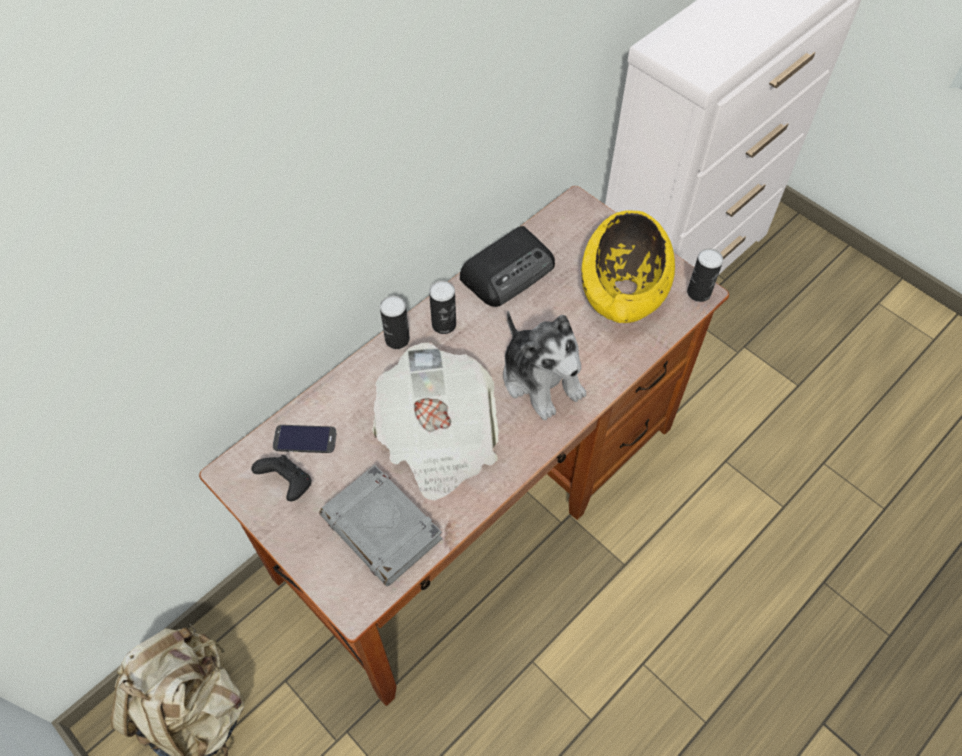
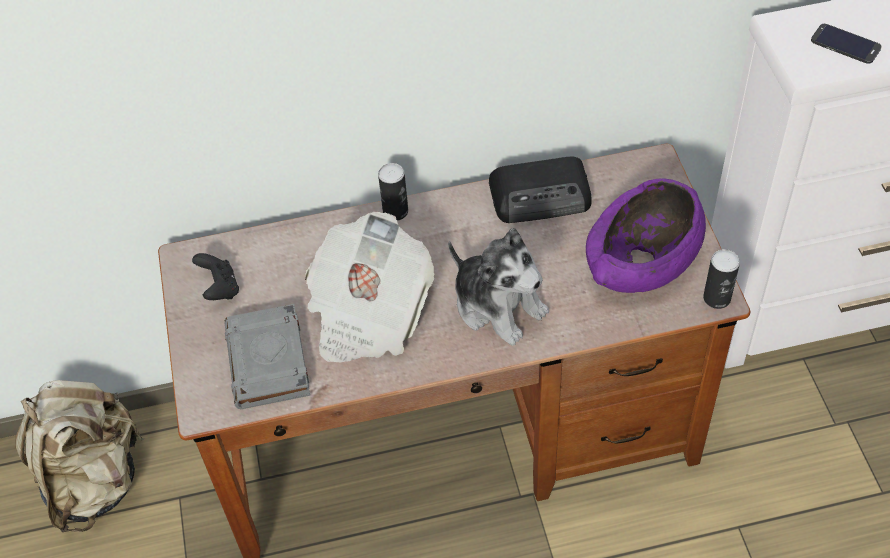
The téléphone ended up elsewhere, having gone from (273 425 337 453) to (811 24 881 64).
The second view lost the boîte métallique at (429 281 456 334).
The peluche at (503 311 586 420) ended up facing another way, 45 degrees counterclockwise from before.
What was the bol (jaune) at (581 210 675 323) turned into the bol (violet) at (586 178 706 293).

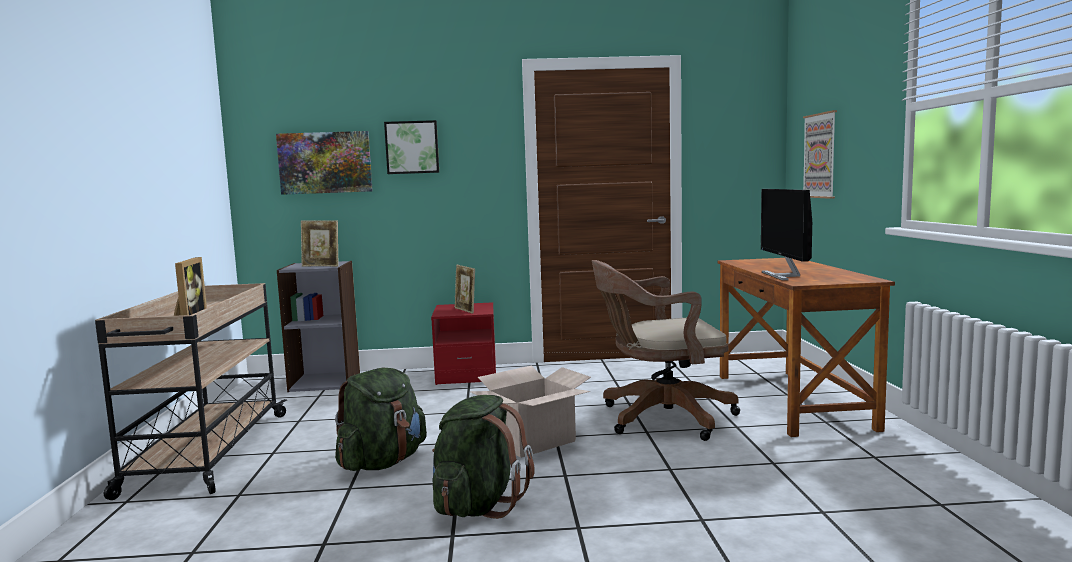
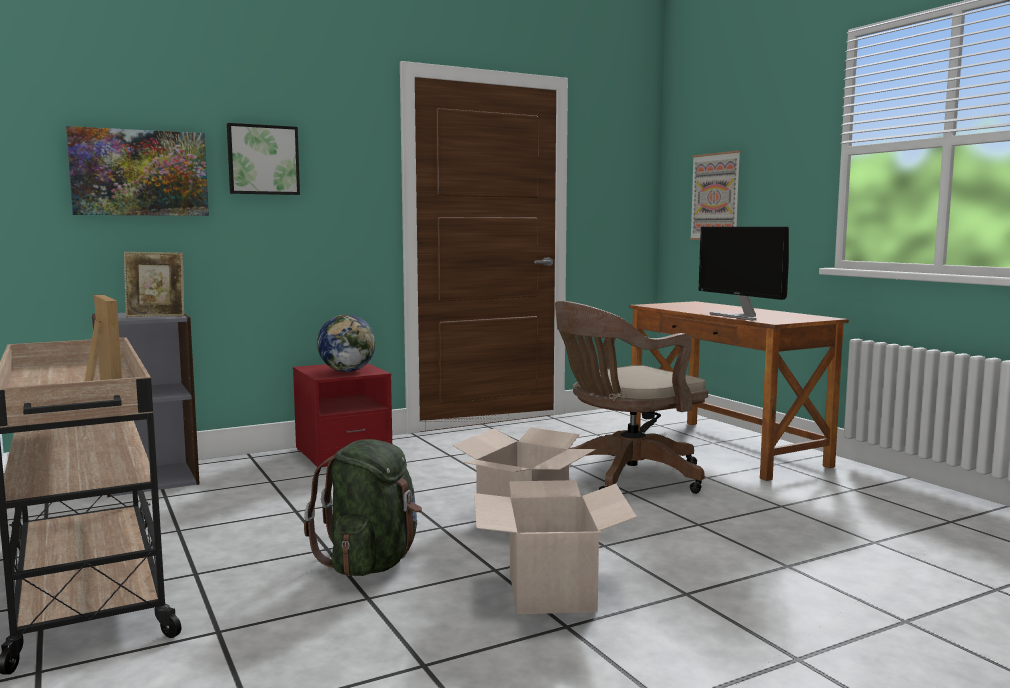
Where the sac à dos (vert) stood at (432 395 535 519), the carton came to stand at (474 480 637 614).
Where the cadre photo stood at (455 265 475 314), the globe came to stand at (317 314 376 372).

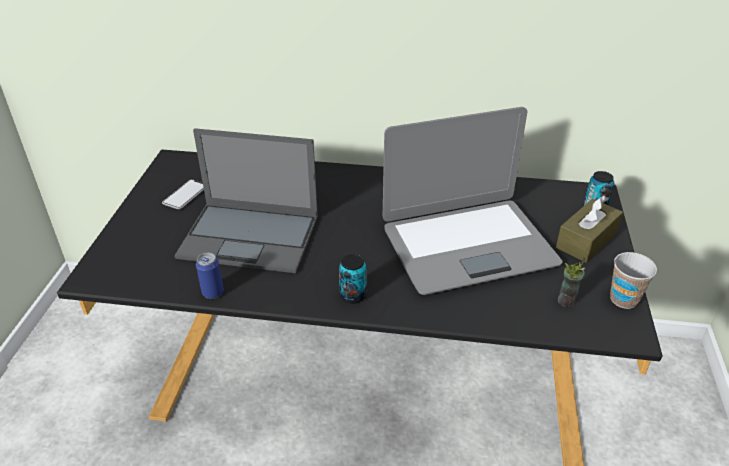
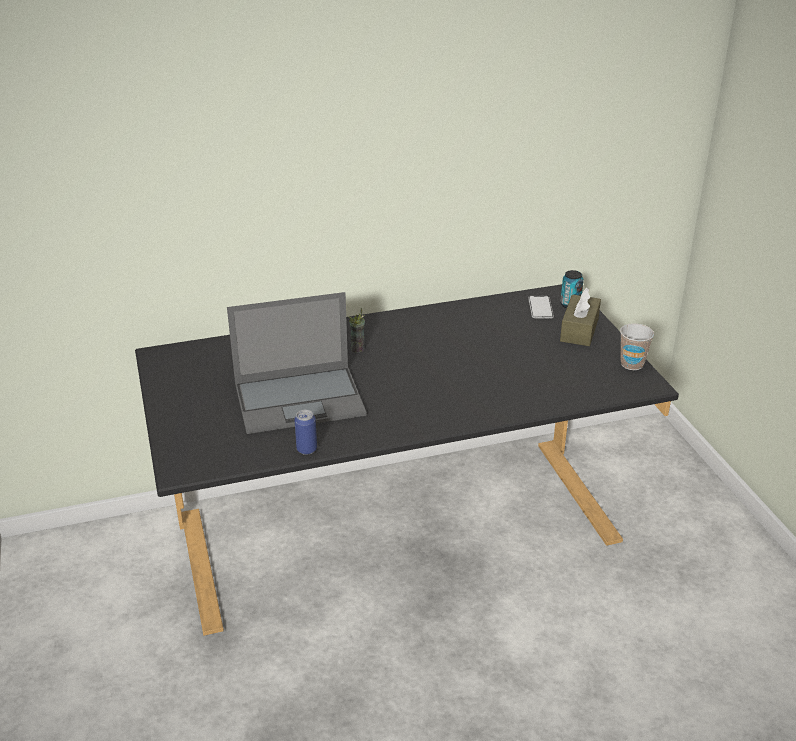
The téléphone ended up elsewhere, having gone from (162 179 204 209) to (528 296 554 319).
The second view lost the boîte métallique at (339 254 367 304).
The second view lost the ordinateur portable at (383 107 562 295).
The tasse ended up elsewhere, having gone from (558 257 586 307) to (349 308 365 353).

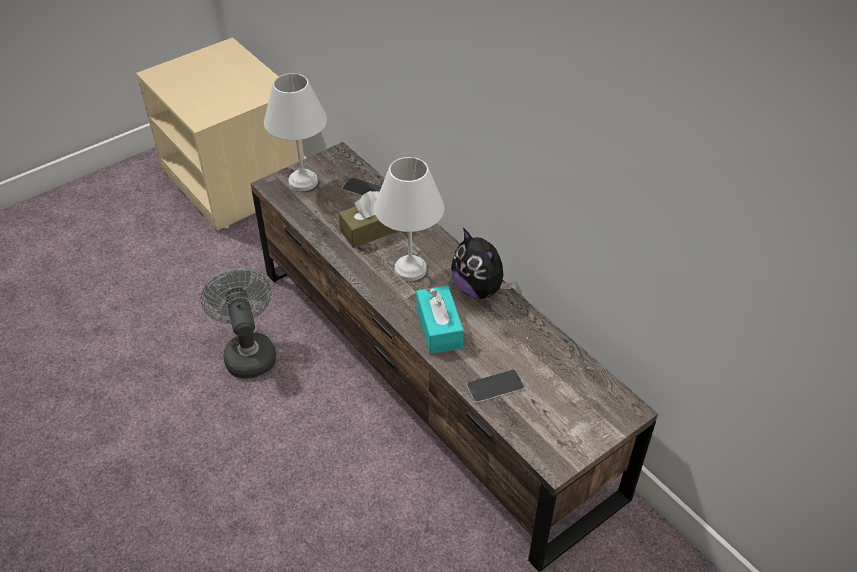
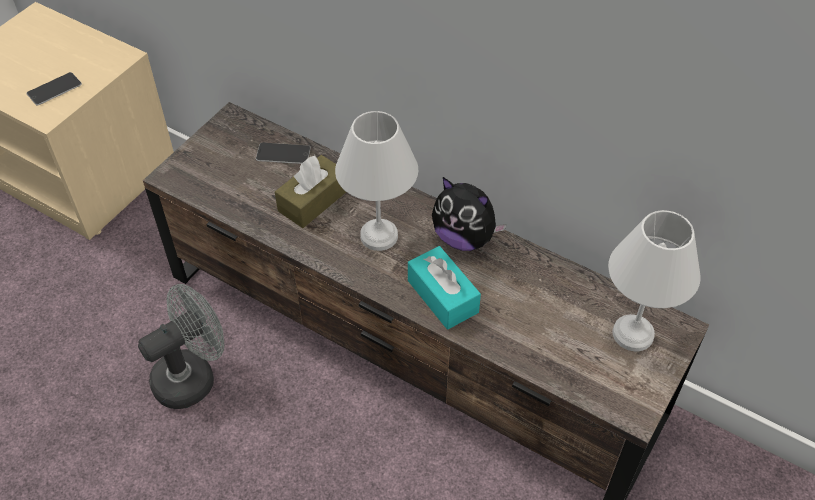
The ventilateur (gris) at (201 268 276 379) ended up facing another way, 90 degrees clockwise from before.
The lampe de table (blanc) ended up elsewhere, having gone from (264 73 327 191) to (608 210 701 351).
The téléphone ended up elsewhere, having gone from (466 369 525 403) to (27 72 82 105).

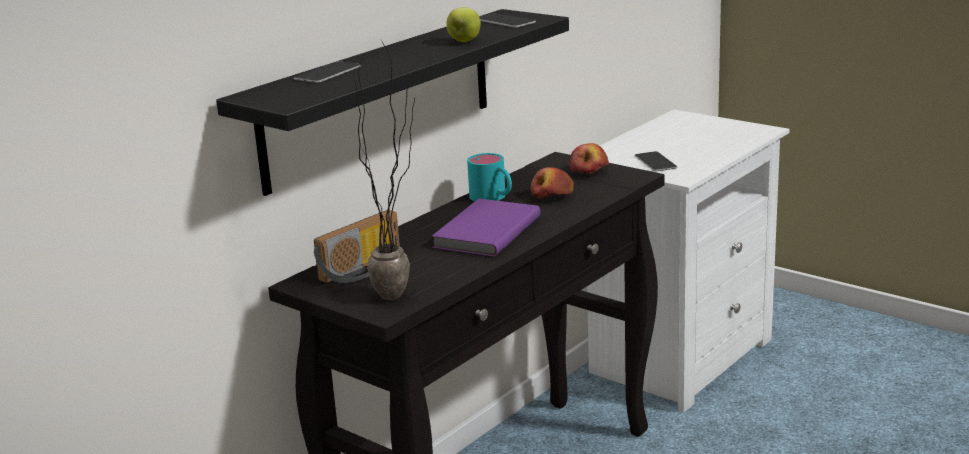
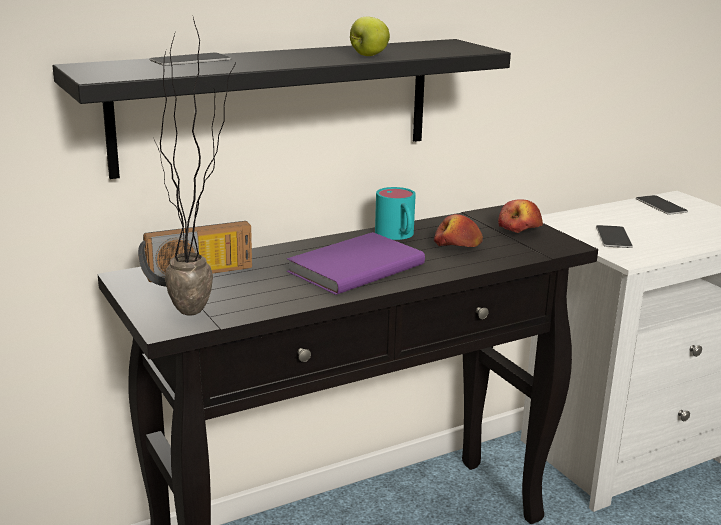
The téléphone ended up elsewhere, having gone from (479 13 536 28) to (636 195 688 215).

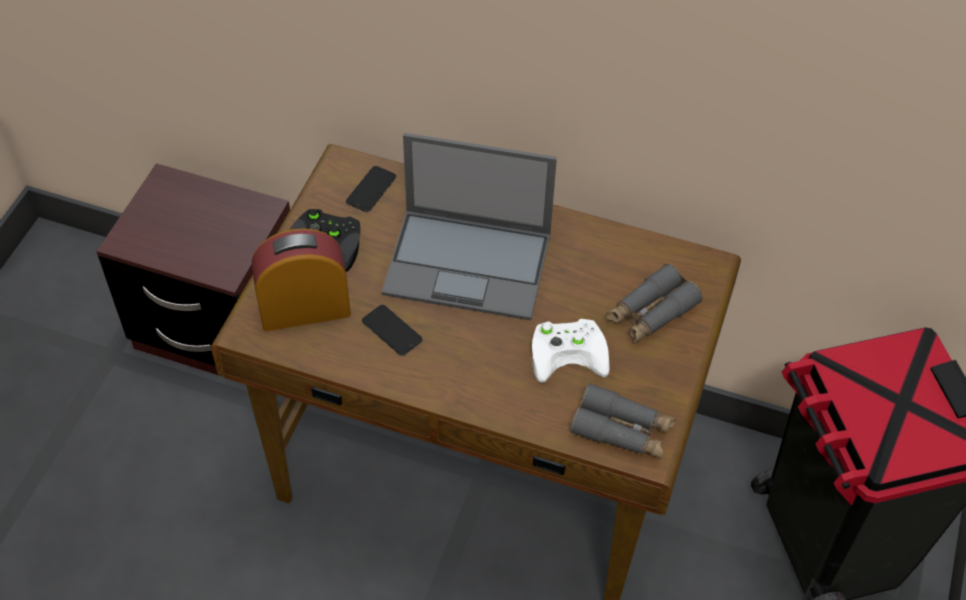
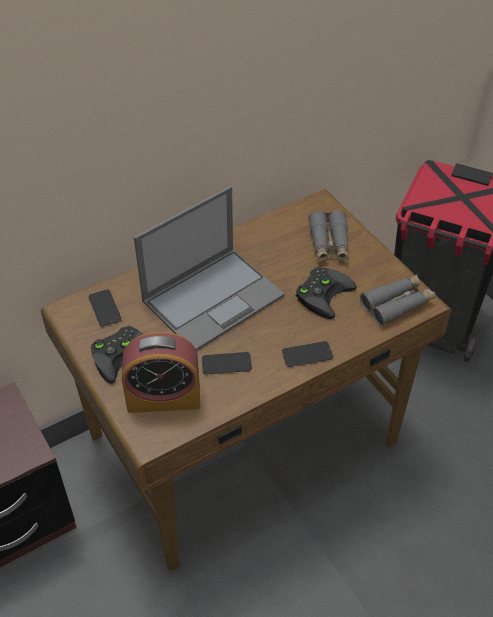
The réveil at (252 228 351 331) ended up facing another way, 120 degrees counterclockwise from before.
What was the manette (blanc) at (532 319 610 383) turned into the manette (noir) at (295 267 356 319).
The second view gained the téléphone at (282 341 333 367).

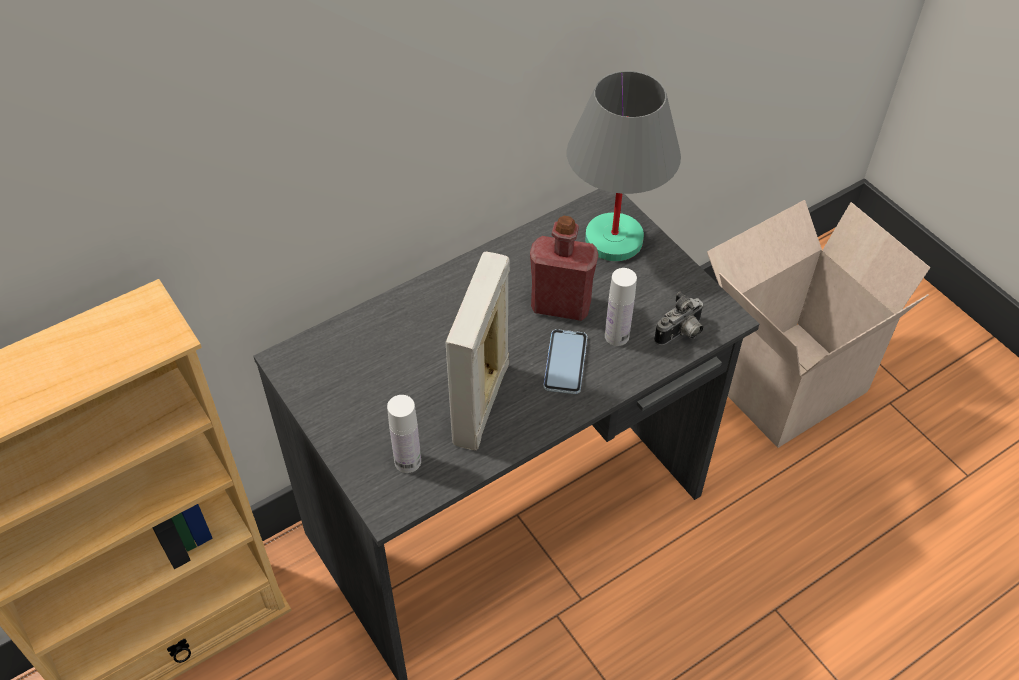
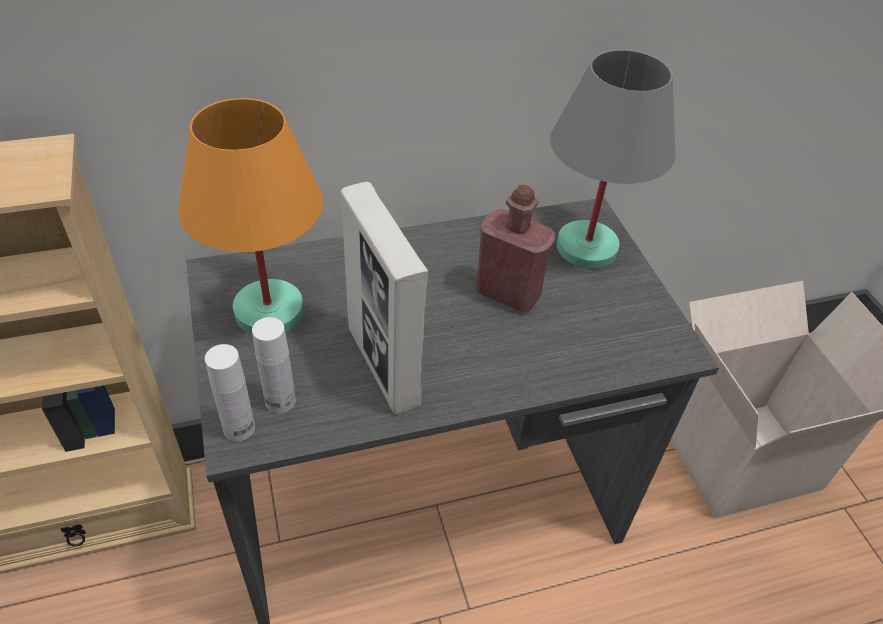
The cadre photo at (445 252 510 451) ended up facing another way, 60 degrees counterclockwise from before.
The second view lost the téléphone at (543 329 587 394).
The bouteille (blanc) ended up elsewhere, having gone from (605 268 637 346) to (205 344 255 441).
The second view lost the appareil photo at (654 291 704 345).
The second view gained the lampe de table (orange) at (178 98 323 334).

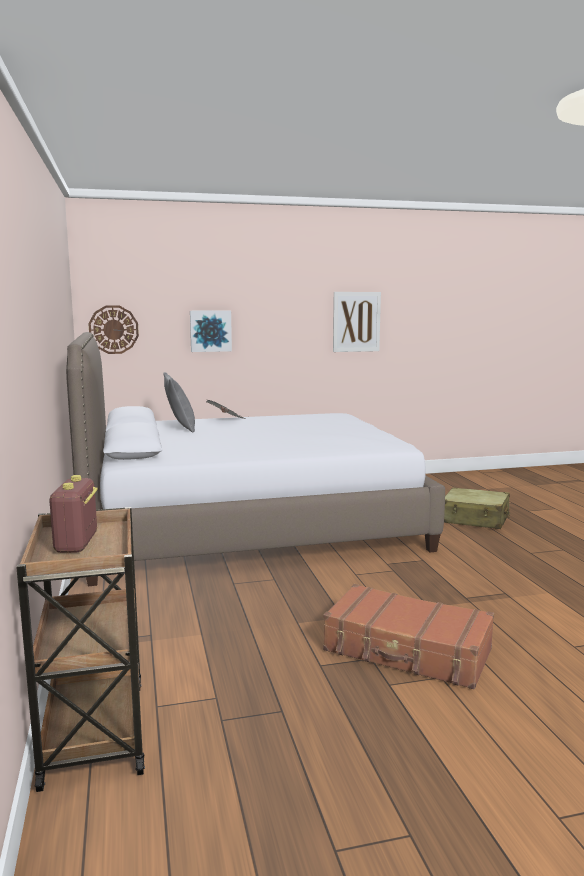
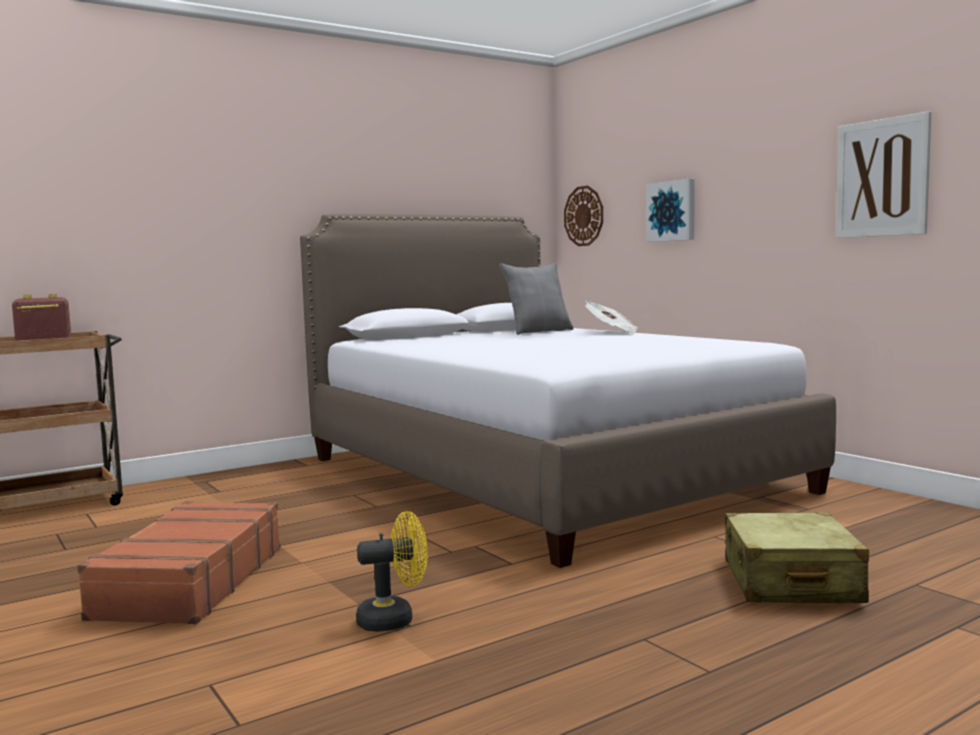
The second view gained the ventilateur (jaune) at (356 511 428 632).

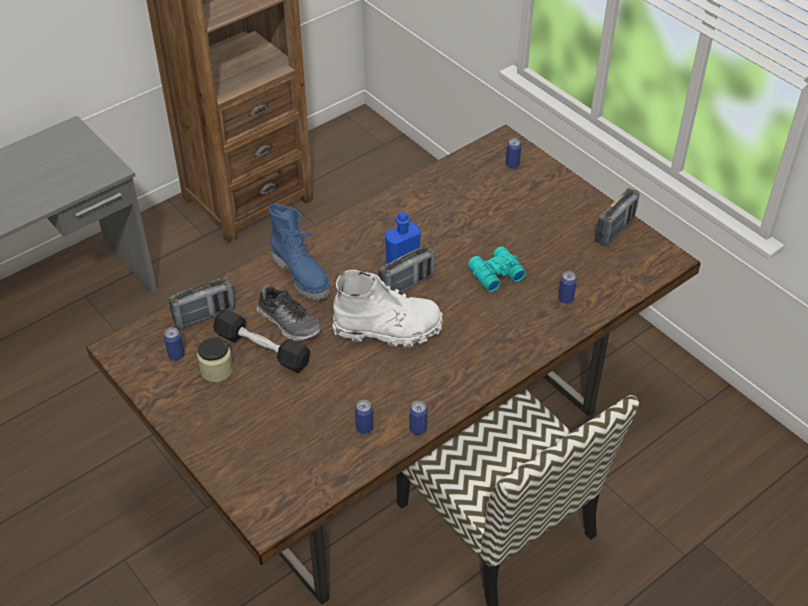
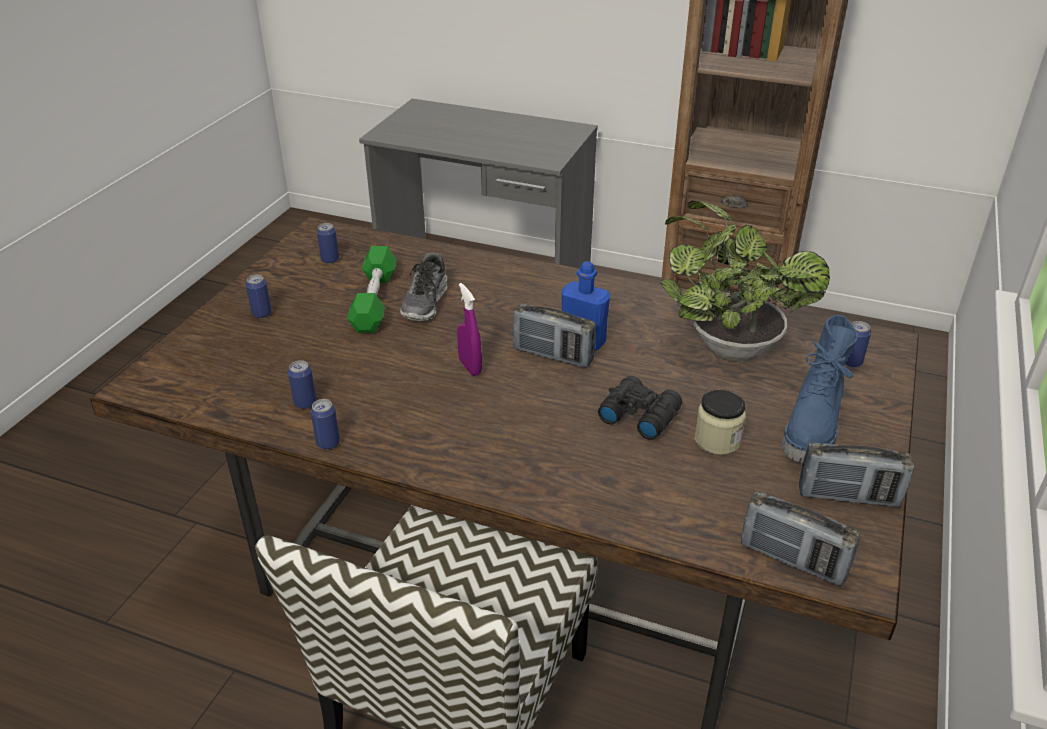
The radio ended up elsewhere, having gone from (169 277 235 329) to (741 491 861 586).
The bocal ended up elsewhere, having gone from (197 337 233 382) to (694 390 746 455).
What was the haltère (noir) at (213 309 310 373) turned into the haltère (vert) at (347 246 397 333).
The botte (bleu) ended up elsewhere, having gone from (268 203 330 300) to (782 315 858 463).
Where the botte (blanc) stood at (332 270 443 348), the vaporisateur (violet) came to stand at (457 283 482 376).
What was the jumelles (turquoise) at (468 246 526 292) turned into the jumelles (noir) at (598 376 682 440).
The boîte métallique ended up elsewhere, having gone from (558 271 577 304) to (246 275 272 318).
The second view gained the plante en pot at (660 200 830 362).

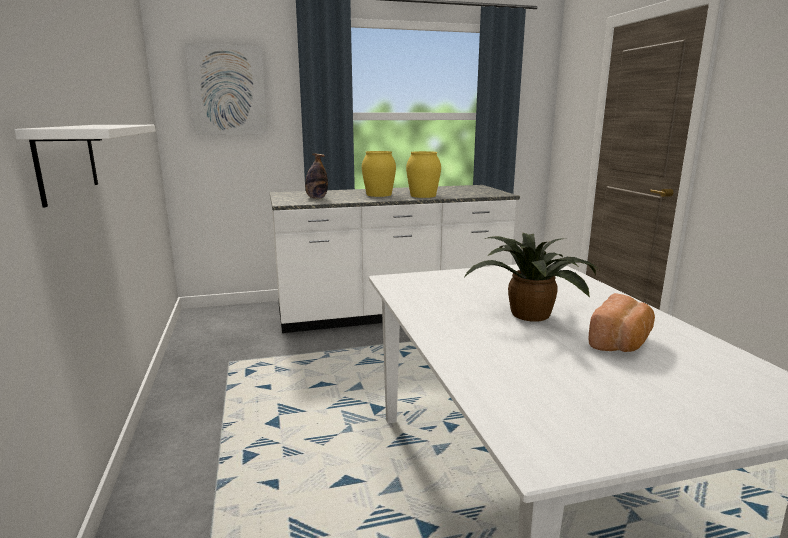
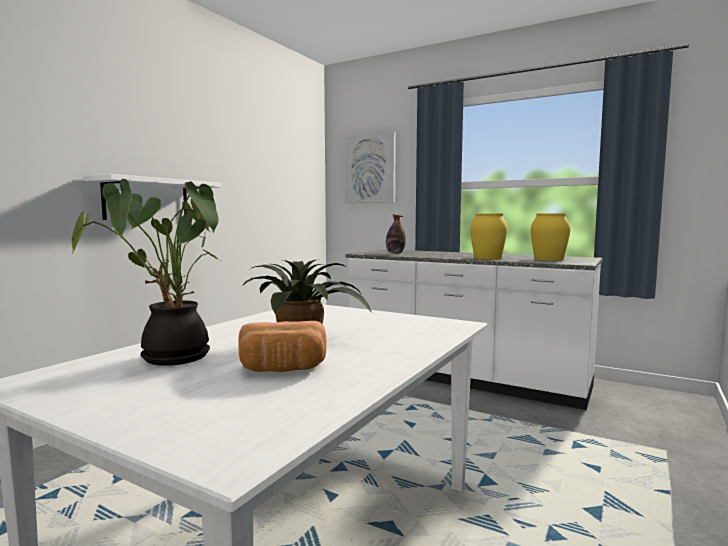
The vase (jaune) ended up elsewhere, having gone from (362 151 396 197) to (531 213 570 261).
The second view gained the plante en pot at (72 179 219 366).

